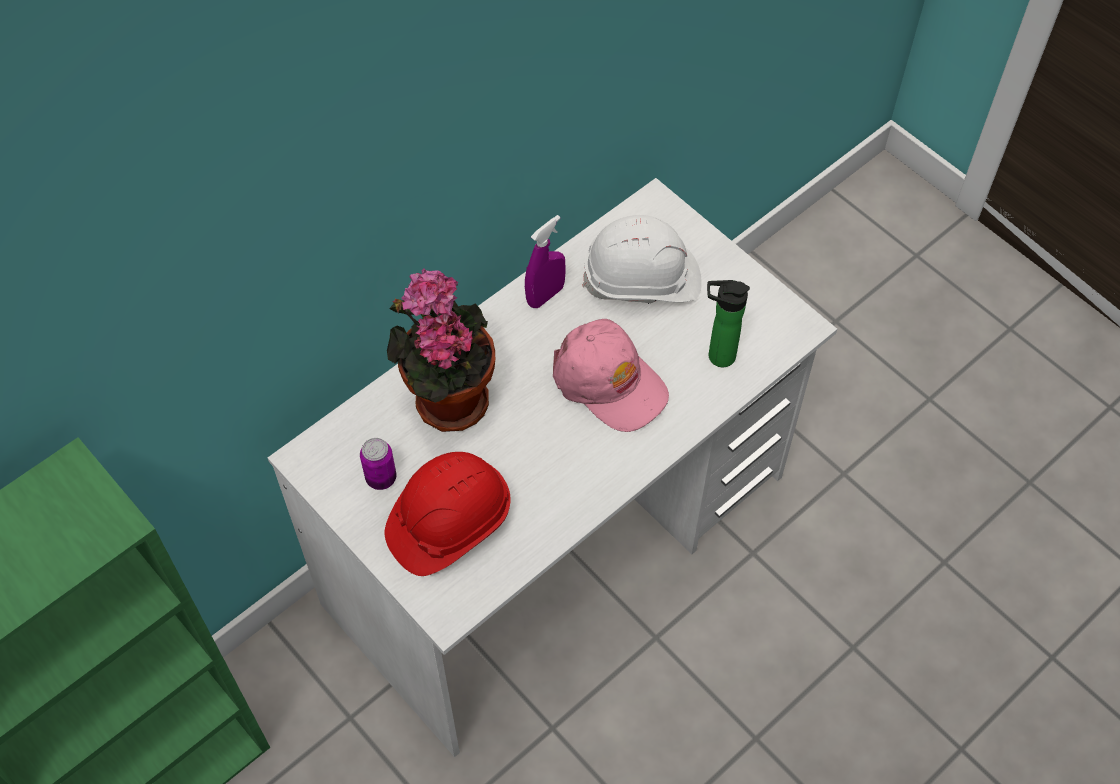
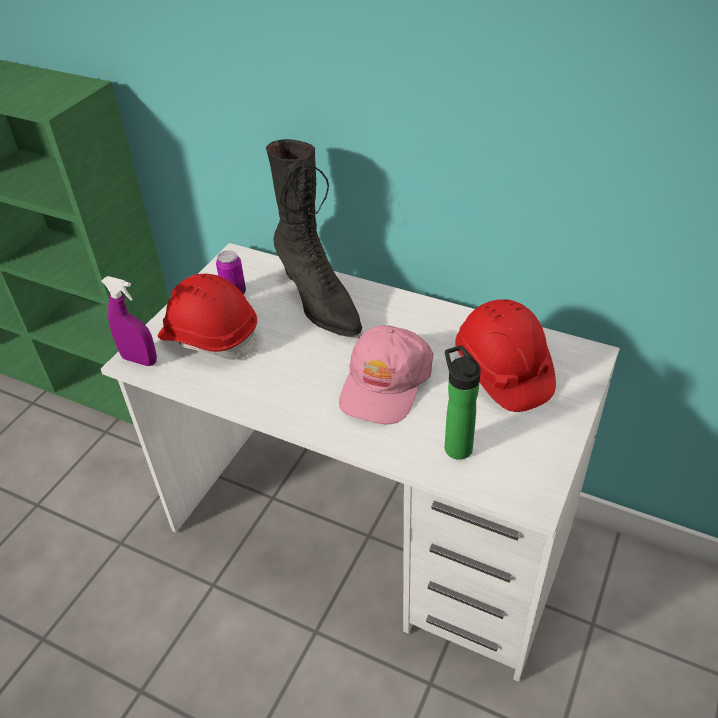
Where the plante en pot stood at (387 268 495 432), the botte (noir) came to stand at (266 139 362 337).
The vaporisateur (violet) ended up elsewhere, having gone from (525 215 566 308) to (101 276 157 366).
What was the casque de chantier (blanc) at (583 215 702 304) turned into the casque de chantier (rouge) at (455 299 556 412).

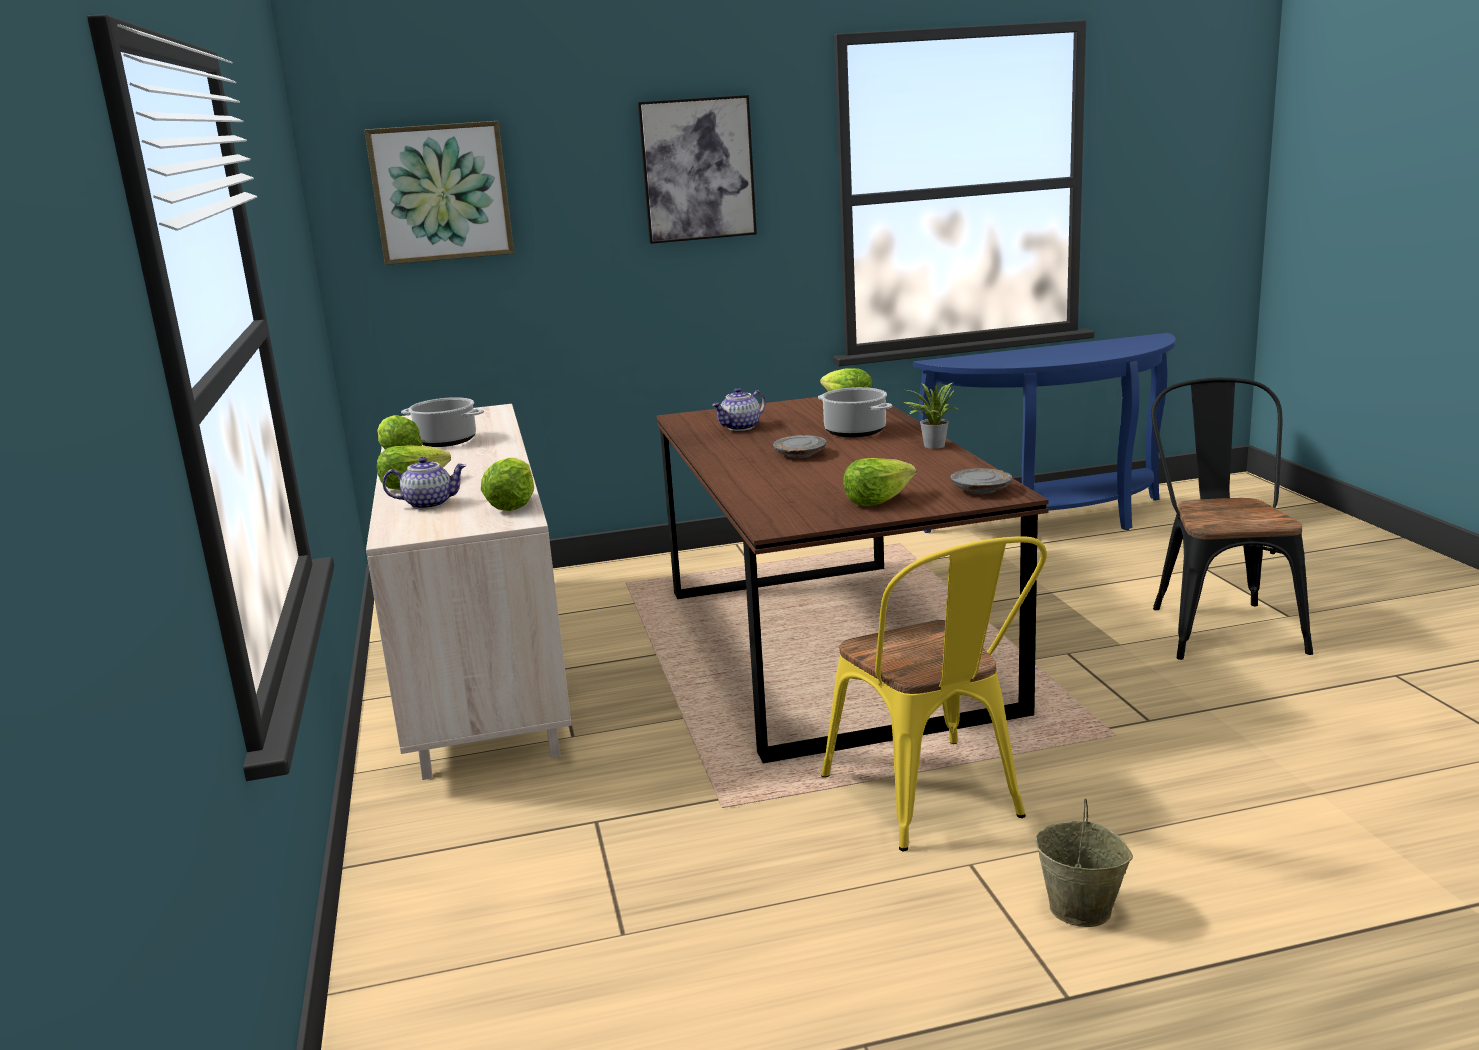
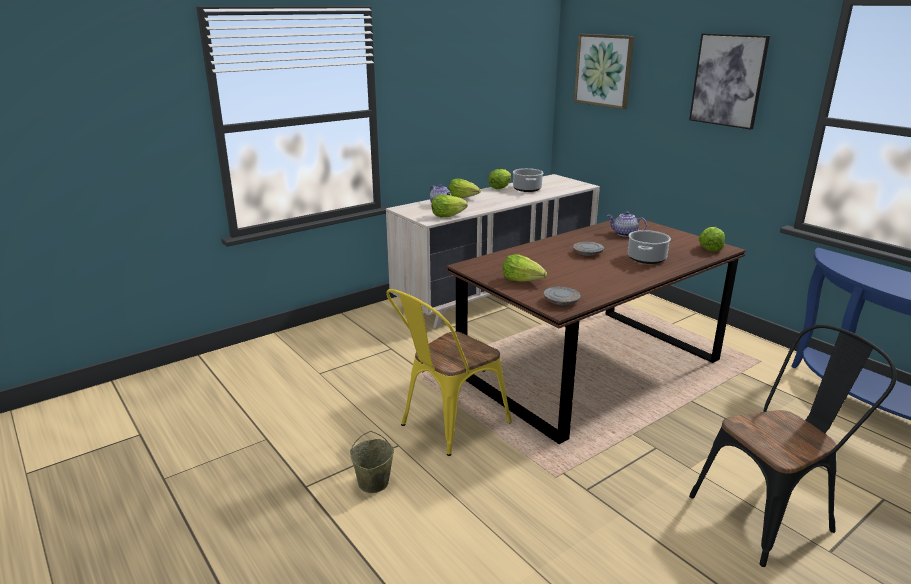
The second view lost the plante en pot at (903 383 959 449).

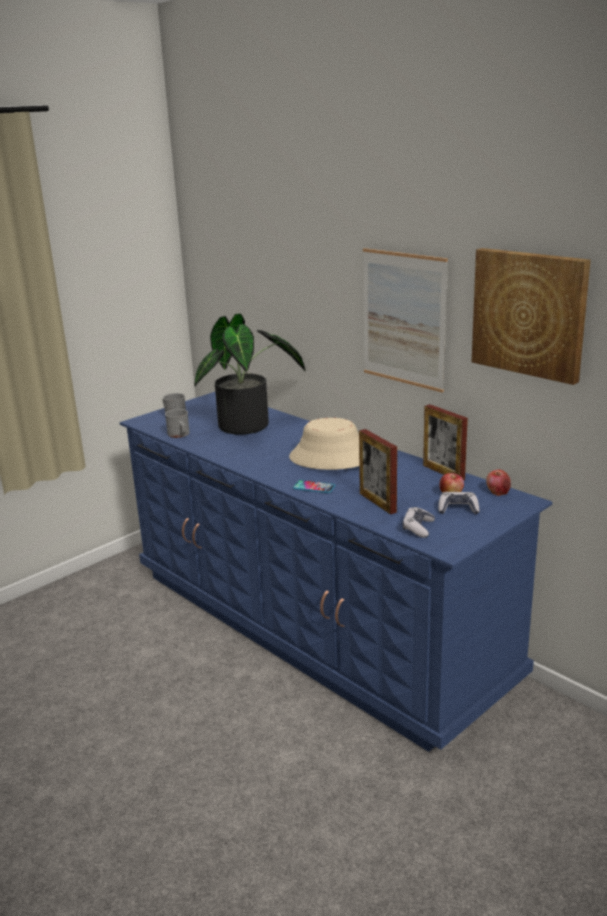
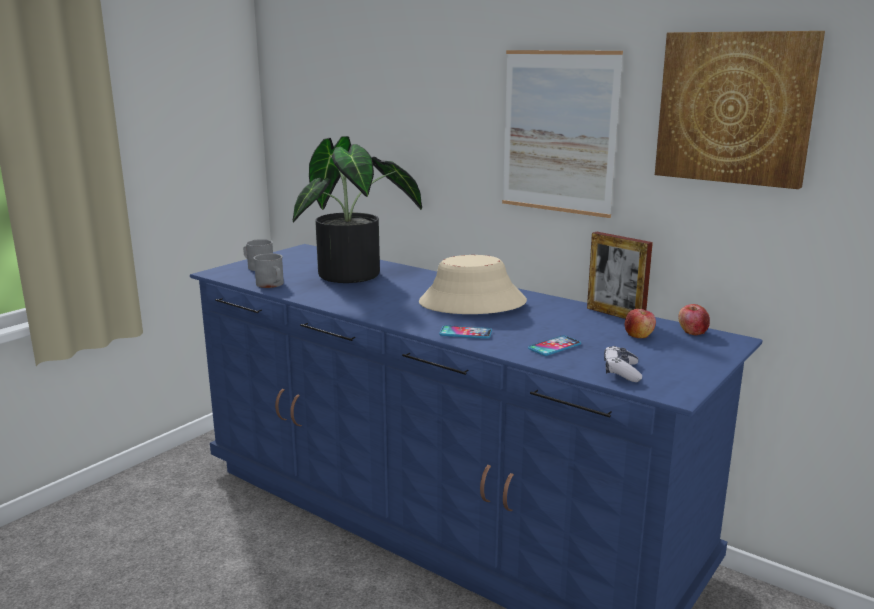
Where the cadre photo stood at (359 429 397 514), the téléphone came to stand at (528 336 581 356).
The second view lost the manette at (438 492 480 514).

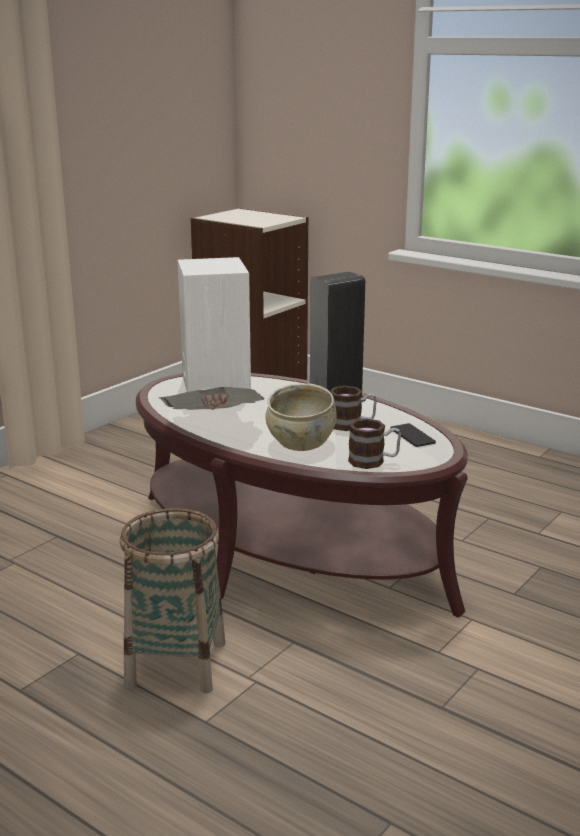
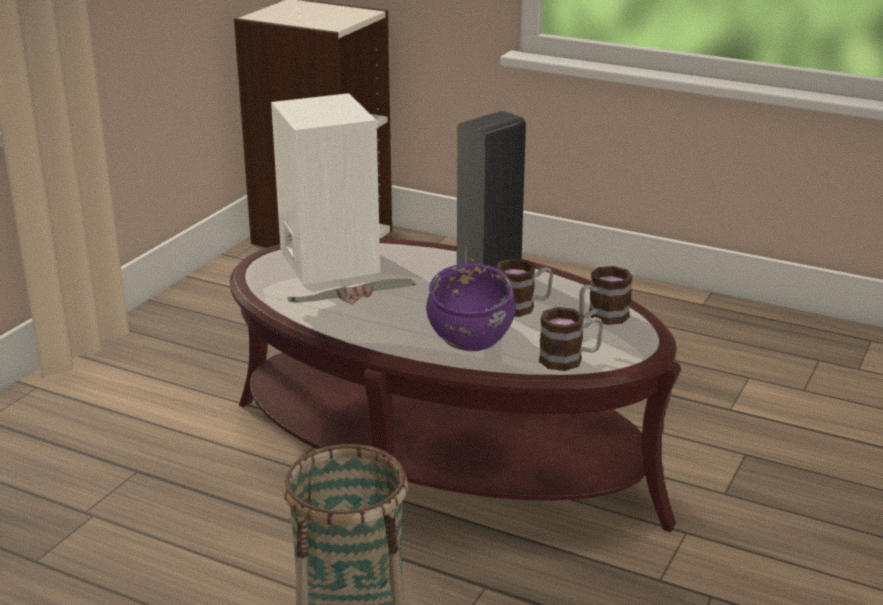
What was the bol (beige) at (265 383 337 451) turned into the bol (violet) at (426 263 516 351).
Where the téléphone stood at (391 423 436 447), the mug came to stand at (579 266 633 325).

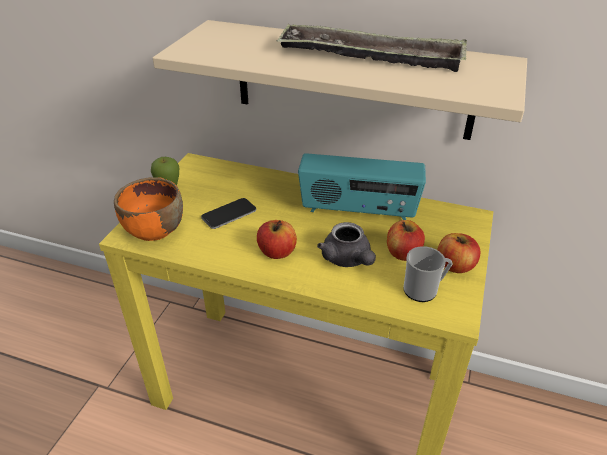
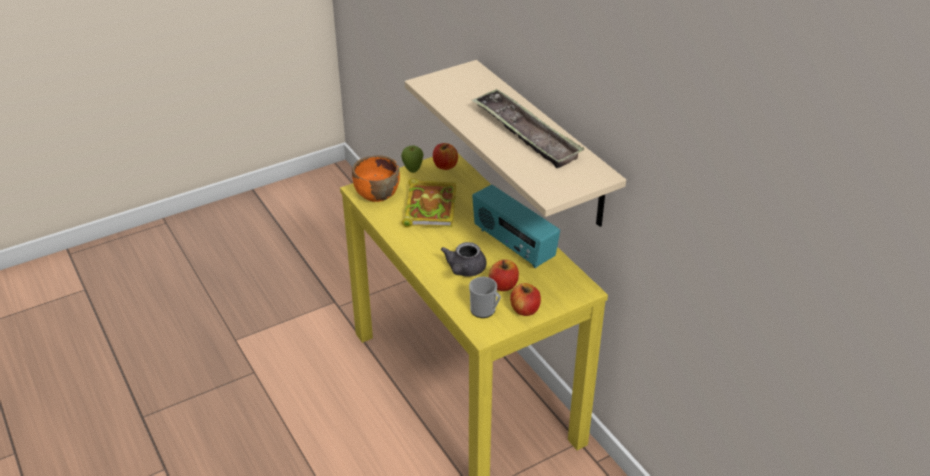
Where the téléphone stood at (201 198 256 229), the livre came to stand at (402 178 456 227).
The pomme ended up elsewhere, having gone from (257 220 297 259) to (433 143 458 170).

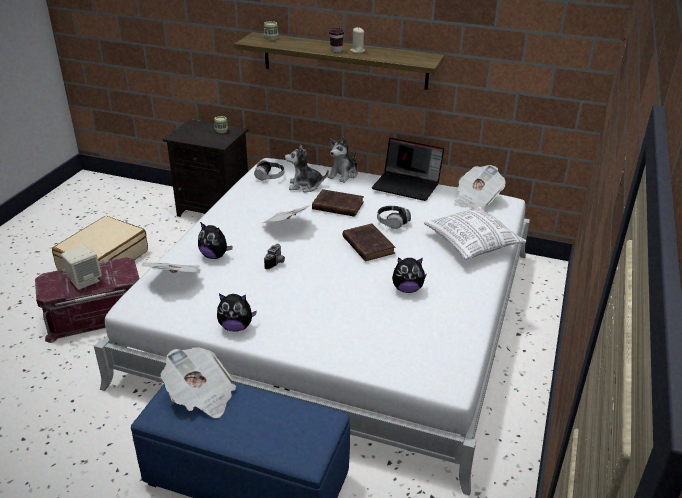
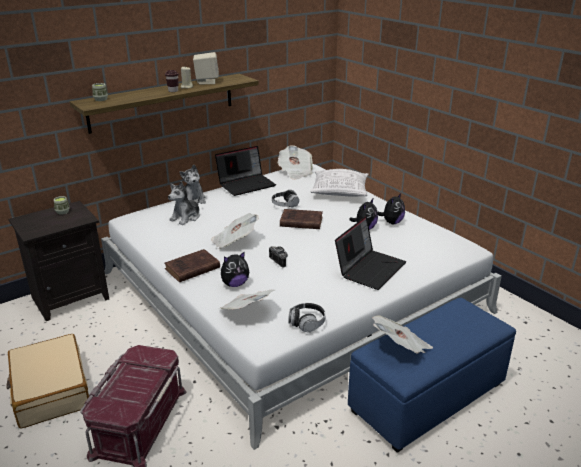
The enceinte (beige) ended up elsewhere, having gone from (61 245 102 290) to (193 52 219 84).
The peluche ended up elsewhere, having gone from (217 294 257 332) to (378 193 405 224).
The casque audio ended up elsewhere, having gone from (254 160 284 180) to (288 303 326 333).
The livre (marron) ended up elsewhere, having gone from (312 189 364 217) to (164 249 220 282).
The second view gained the ordinateur portable at (335 216 406 290).

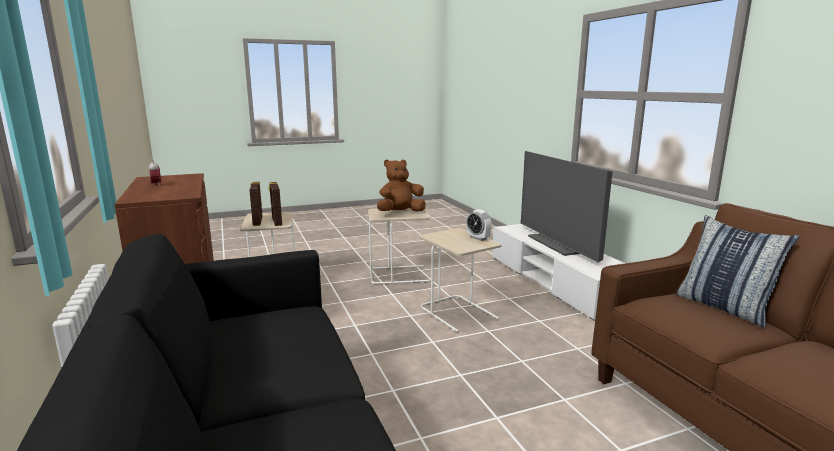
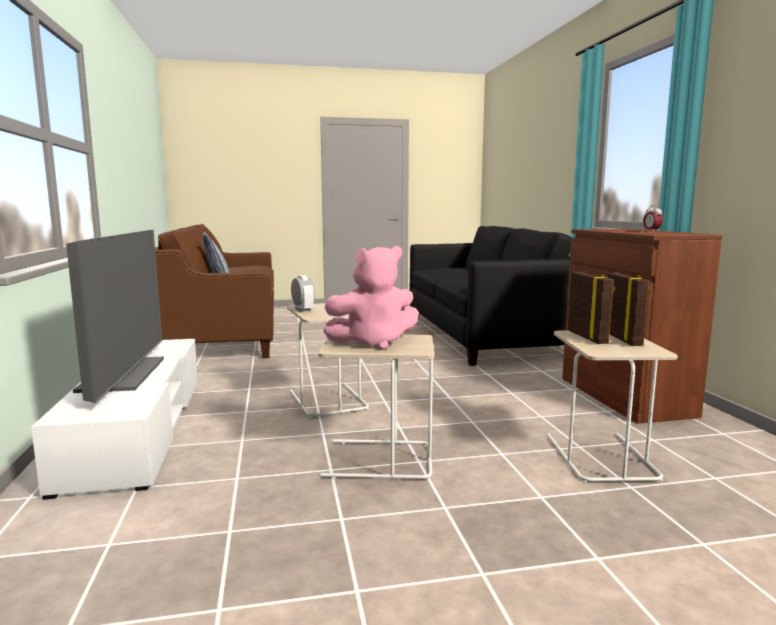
What was the peluche (marron) at (377 159 426 212) turned into the peluche (rose) at (323 246 419 350).

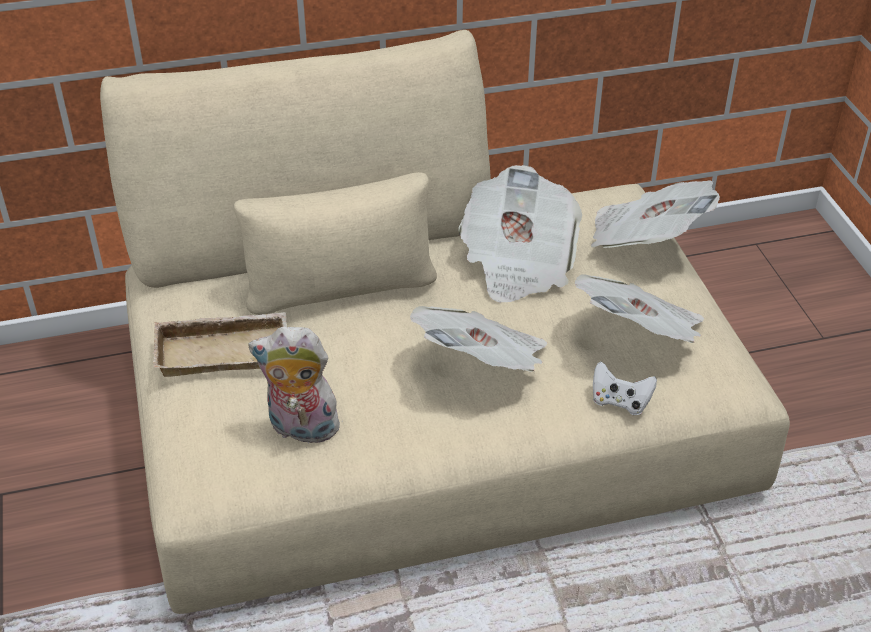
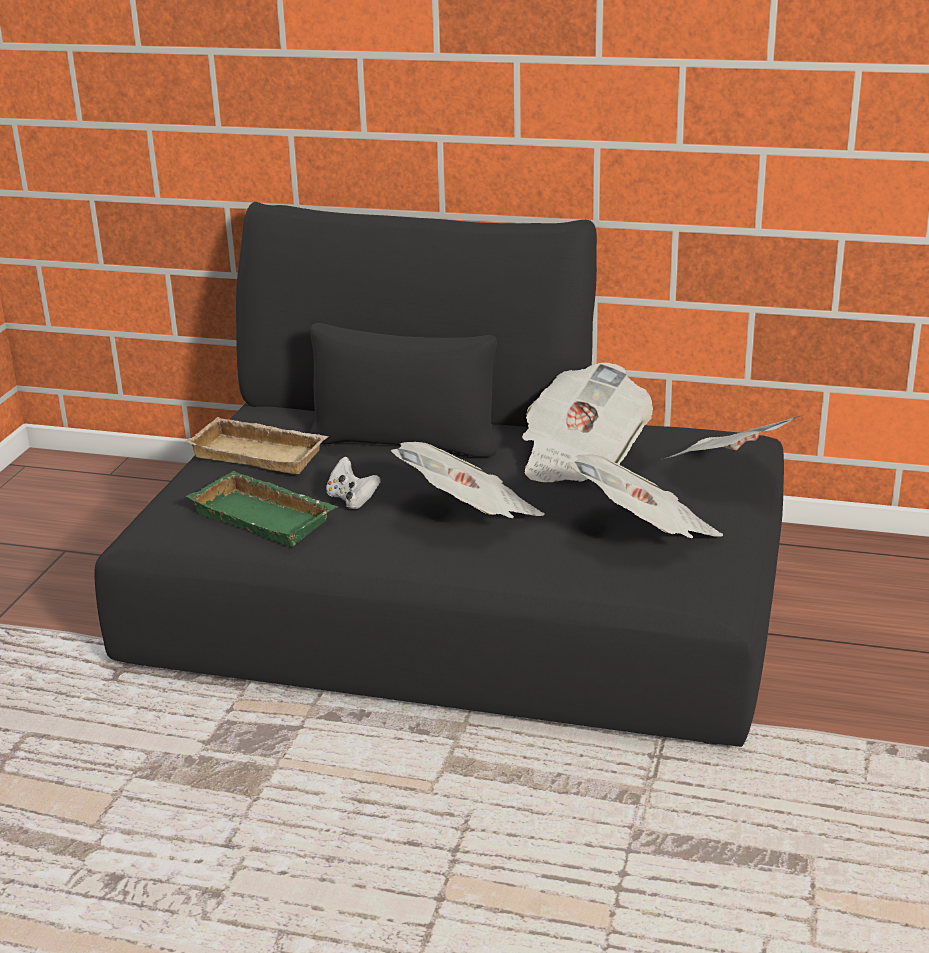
What was the canapé (beige) at (100 30 790 614) turned into the canapé (noir) at (94 202 784 747).
Where the peluche stood at (248 326 340 448), the plateau (vert) came to stand at (186 471 337 547).
The manette (blanc) ended up elsewhere, having gone from (593 361 657 415) to (326 457 381 509).

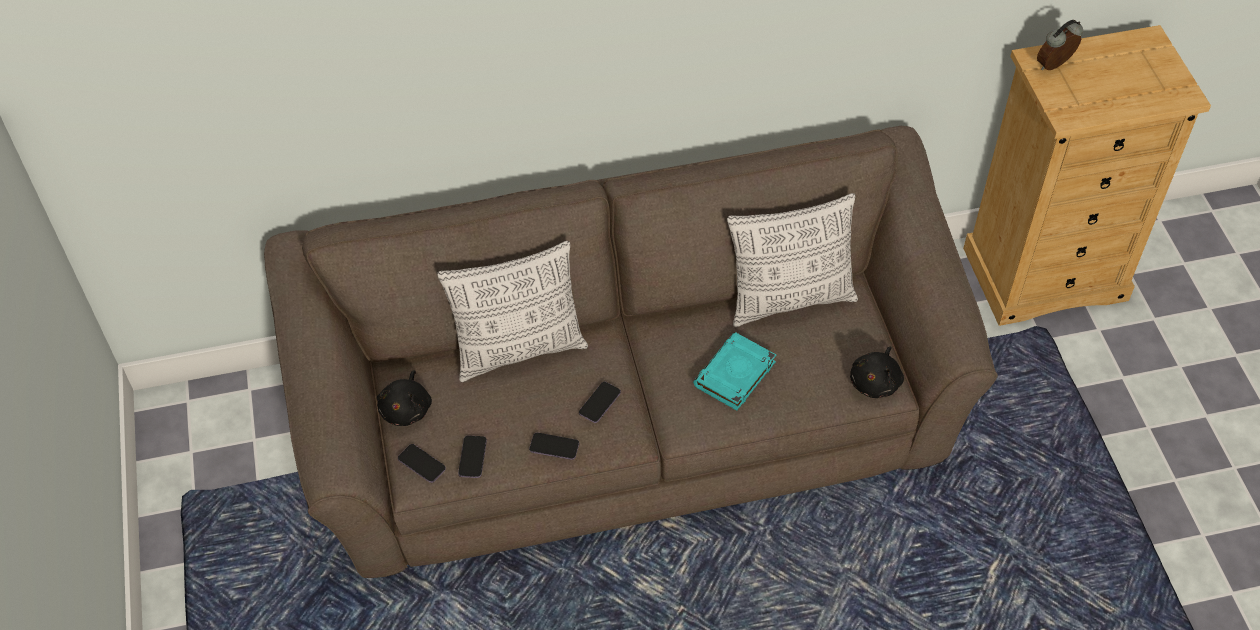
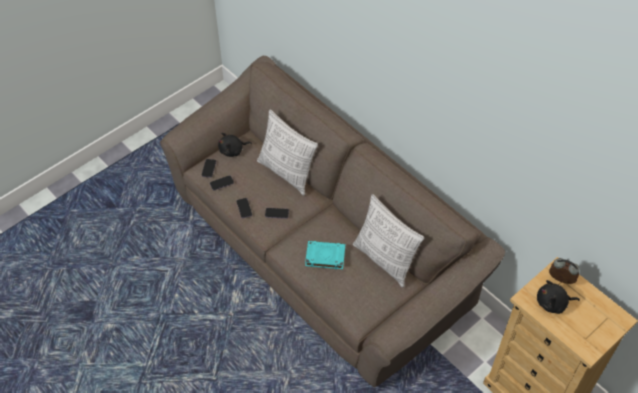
The peluche (noir) ended up elsewhere, having gone from (850 347 904 398) to (537 280 580 314).

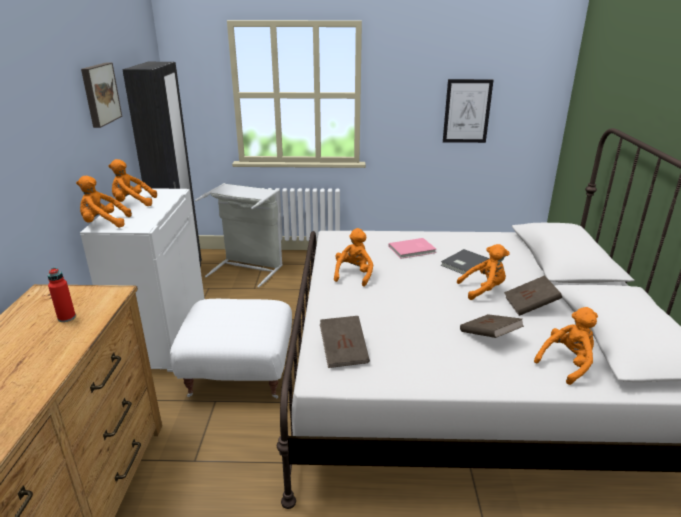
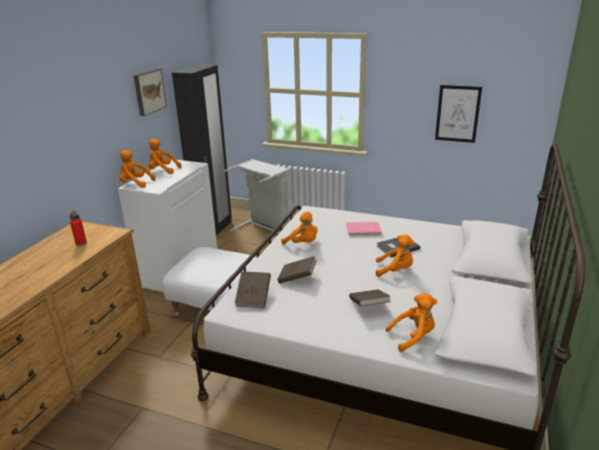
The peluche (orange) at (334 228 373 286) ended up facing another way, 90 degrees clockwise from before.
The livre (marron) ended up elsewhere, having gone from (504 275 562 316) to (277 256 317 284).

